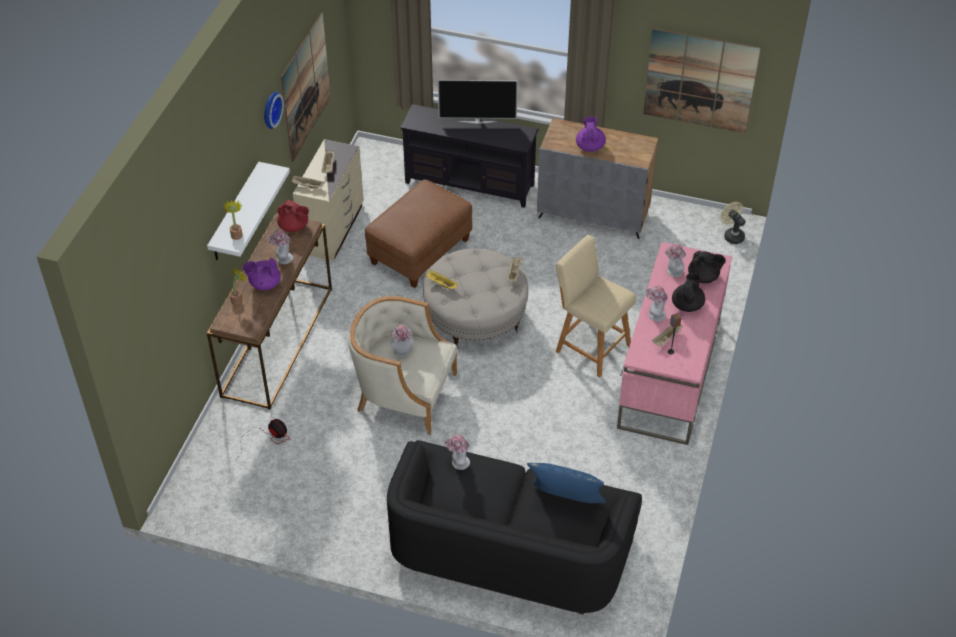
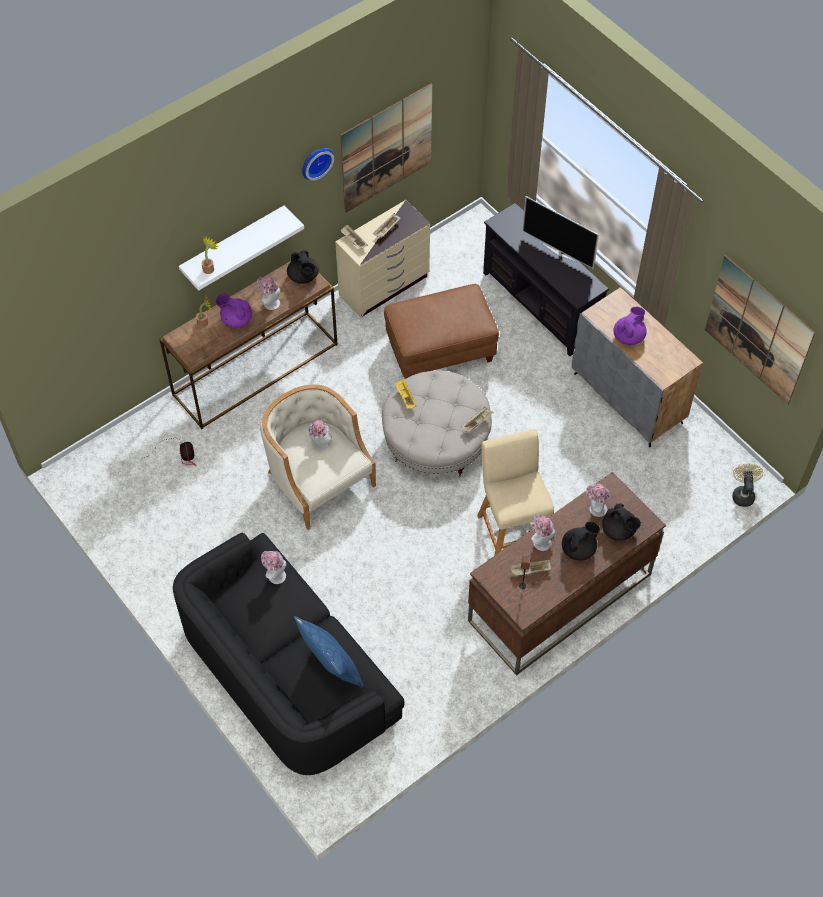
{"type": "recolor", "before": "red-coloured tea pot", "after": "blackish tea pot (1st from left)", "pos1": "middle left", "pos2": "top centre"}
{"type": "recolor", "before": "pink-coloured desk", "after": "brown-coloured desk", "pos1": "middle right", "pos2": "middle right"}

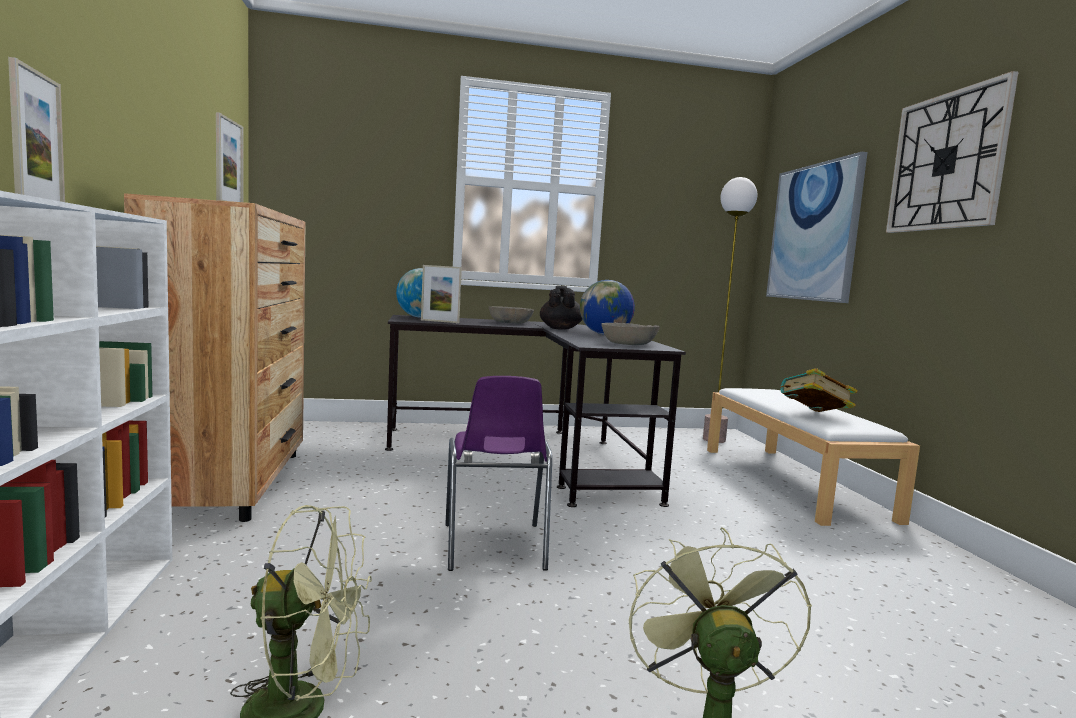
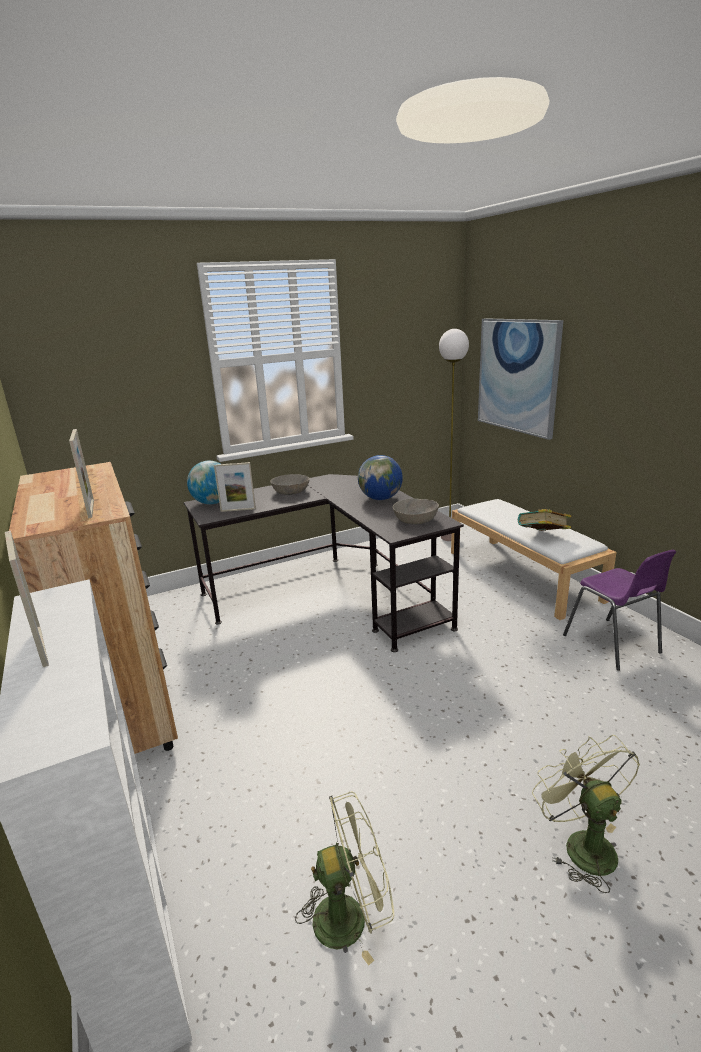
{"type": "move", "before": "purple-coloured chair", "pos1": "centre", "pos2": "middle right"}
{"type": "delete", "before": "blackish tea pot", "pos1": "centre"}
{"type": "delete", "before": "hanging clock", "pos1": "top right"}

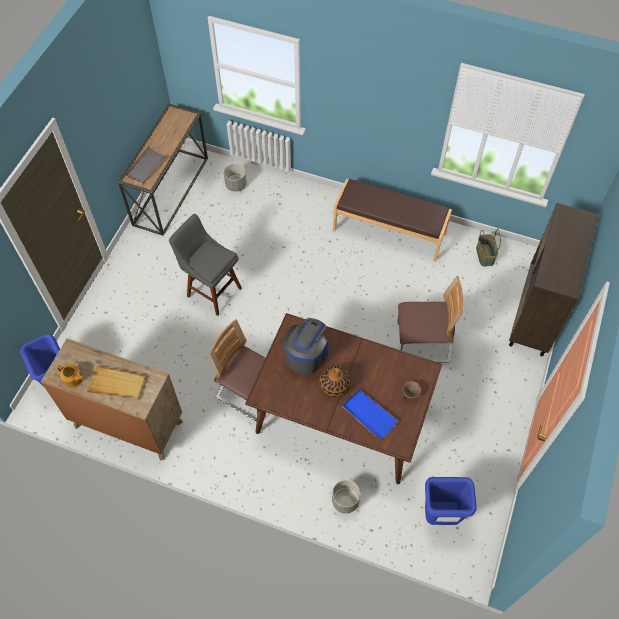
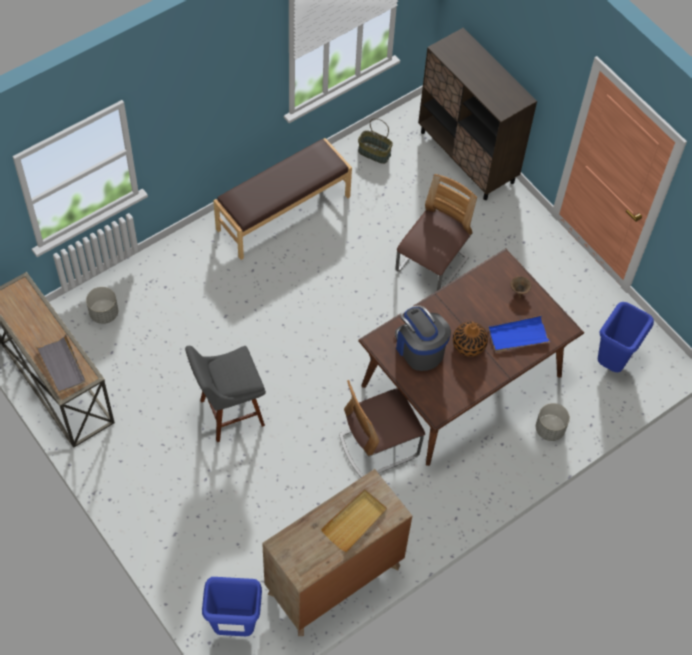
{"type": "delete", "before": "tea pot", "pos1": "middle left"}

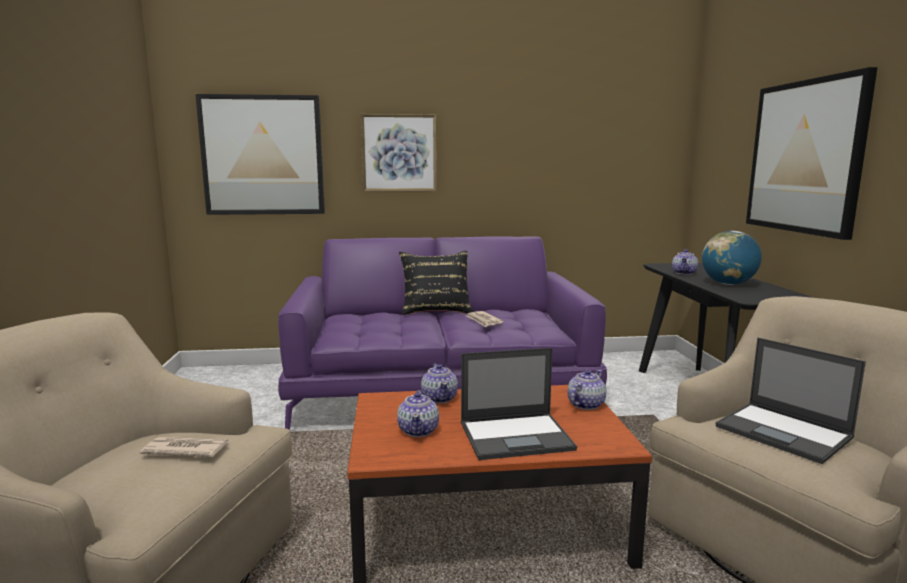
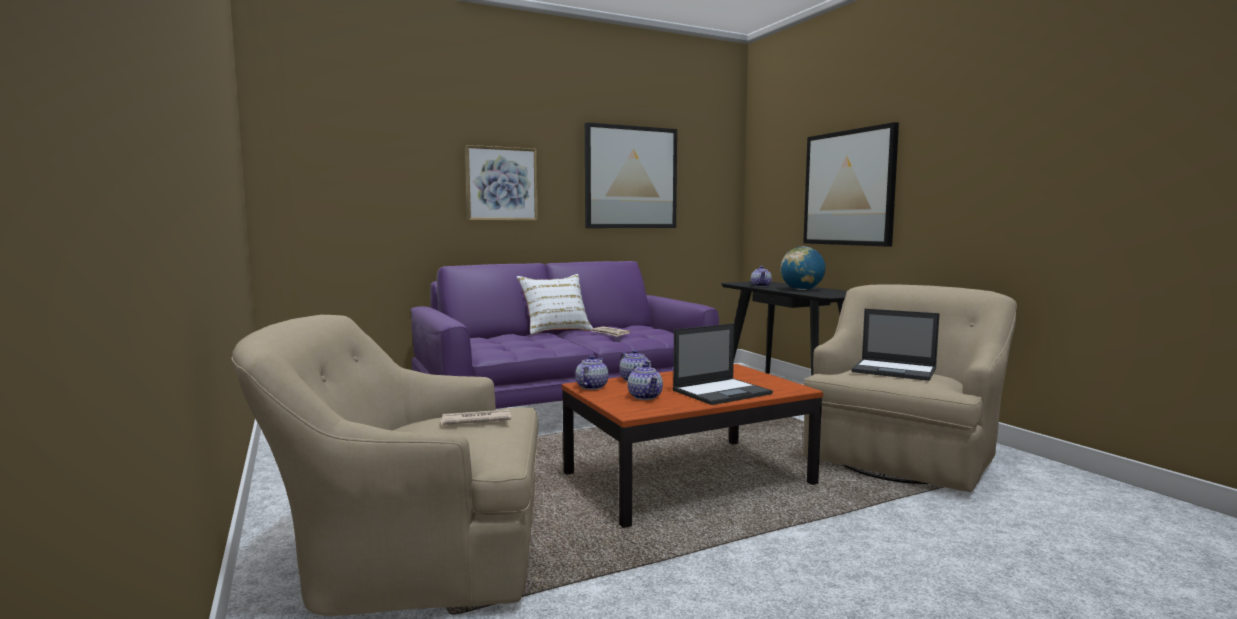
{"type": "move", "before": "wall art (1st from left in the first image)", "after": "wall art (2nd from left)", "pos1": "top left", "pos2": "top centre"}
{"type": "recolor", "before": "blackish throw pillow", "after": "white throw pillow", "pos1": "centre", "pos2": "centre"}
{"type": "move", "before": "tea pot (3rd from left in the first image)", "after": "tea pot (1st from left)", "pos1": "bottom centre", "pos2": "centre"}

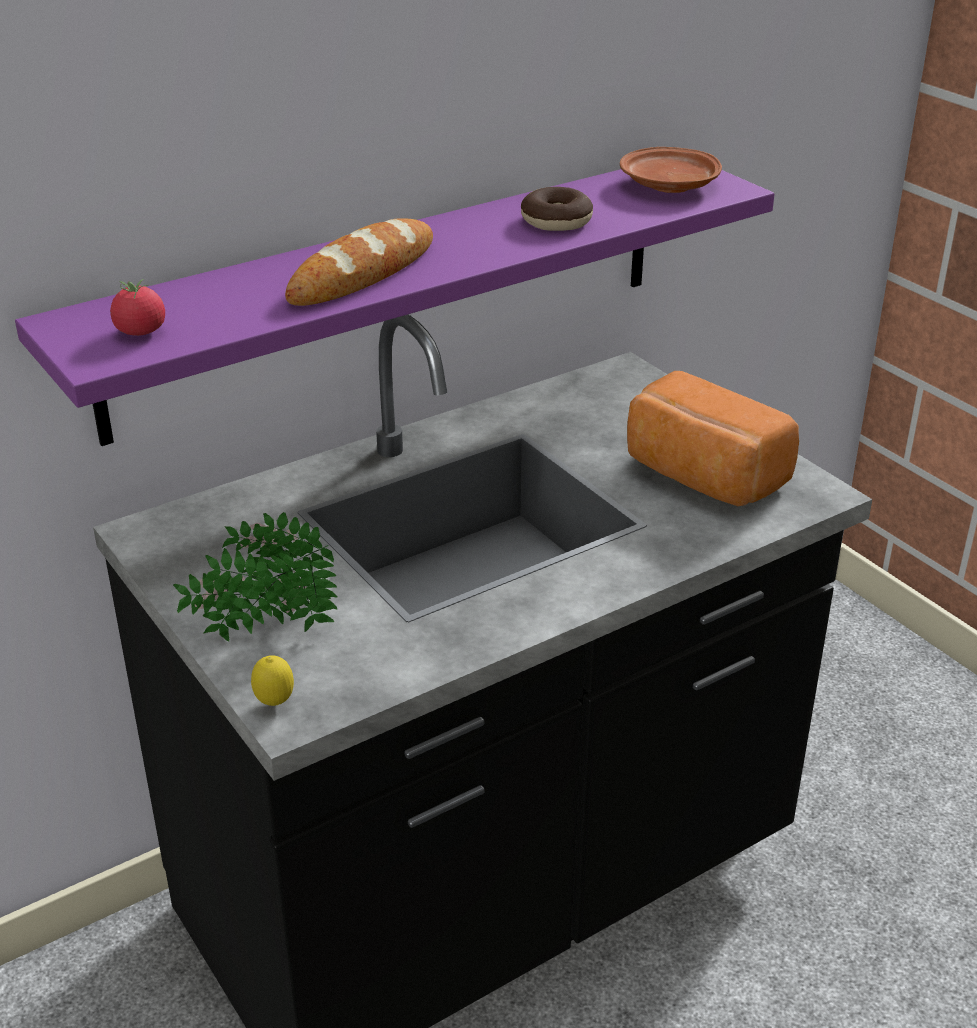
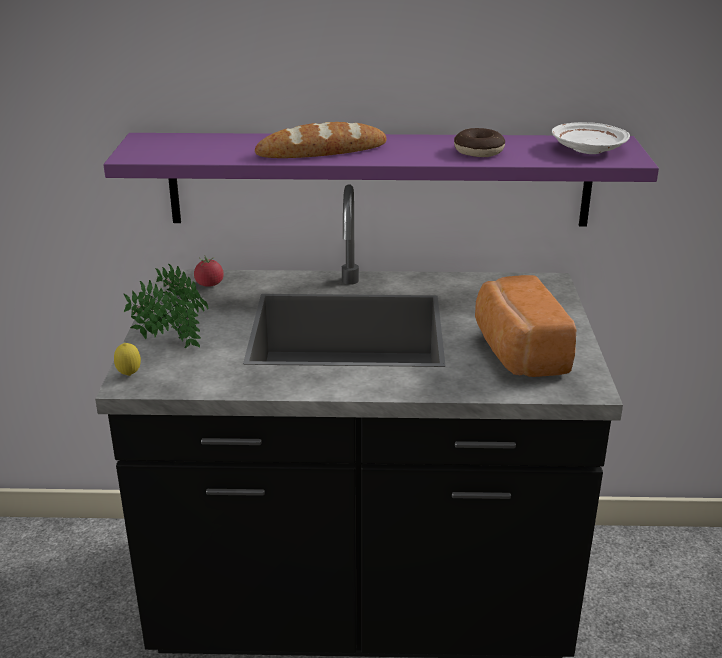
{"type": "move", "before": "fresh tomato", "pos1": "top left", "pos2": "middle left"}
{"type": "recolor", "before": "brown-coloured plate", "after": "white plate", "pos1": "top right", "pos2": "top right"}

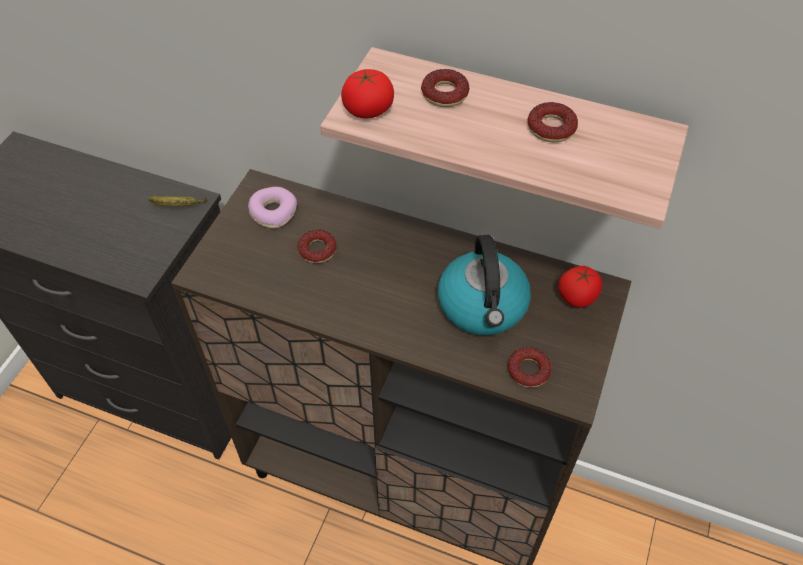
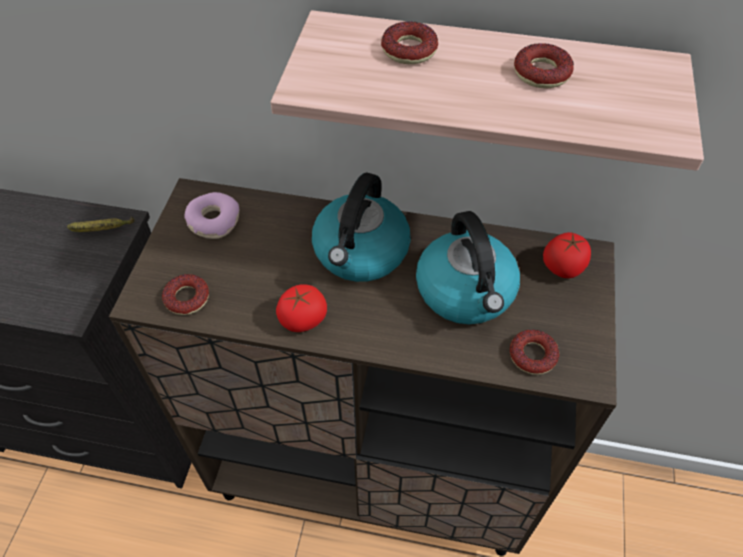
{"type": "move", "before": "ring doughnut (2nd from left in the first image)", "after": "ring doughnut (1st from left)", "pos1": "centre", "pos2": "middle left"}
{"type": "move", "before": "fresh tomato (1st from left)", "pos1": "top centre", "pos2": "centre"}
{"type": "insert", "after": "water kettle (1st from left)", "pos2": "centre"}

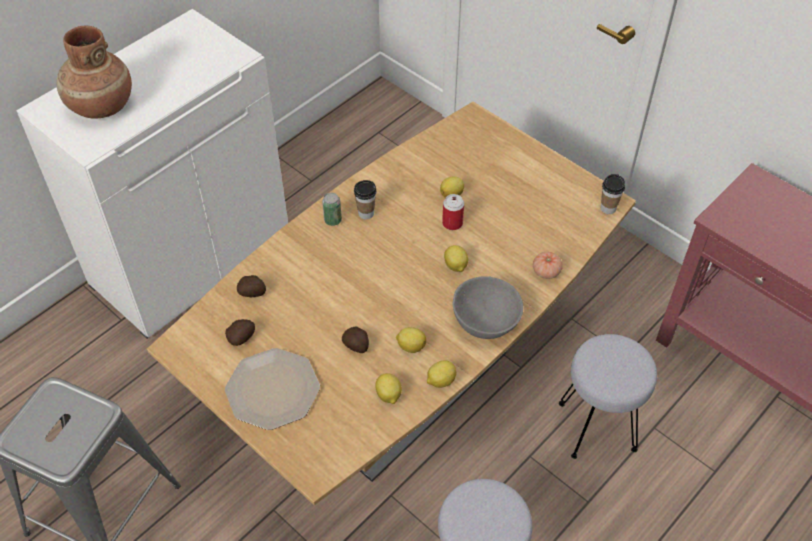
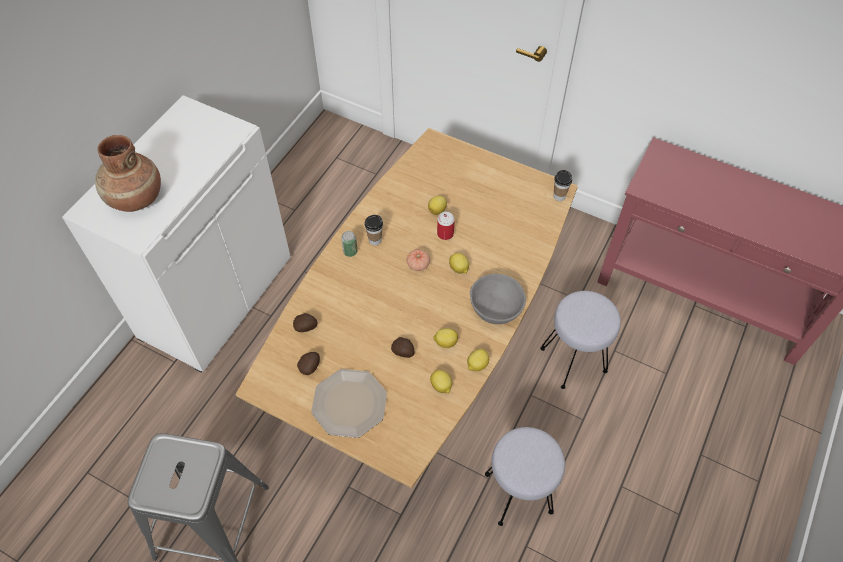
{"type": "move", "before": "fresh tomato", "pos1": "middle right", "pos2": "centre"}

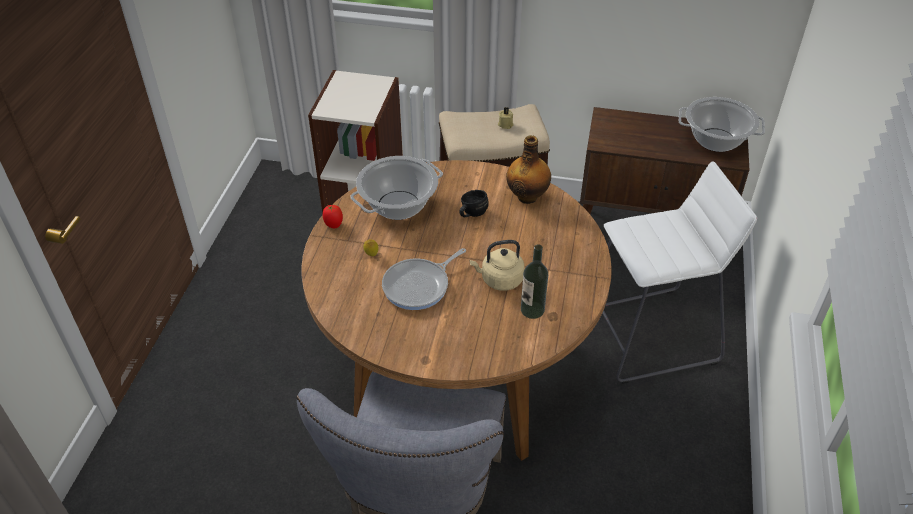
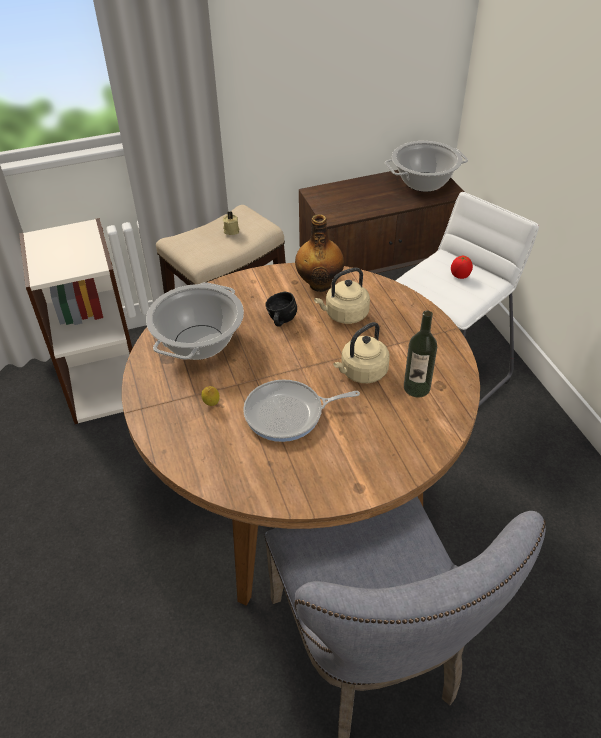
{"type": "move", "before": "fresh tomato", "pos1": "centre", "pos2": "middle right"}
{"type": "rotate", "before": "frying pan", "pos1": "centre", "pos2": "centre", "turn": 60}
{"type": "insert", "after": "beige-coloured water kettle (1st from left)", "pos2": "centre"}

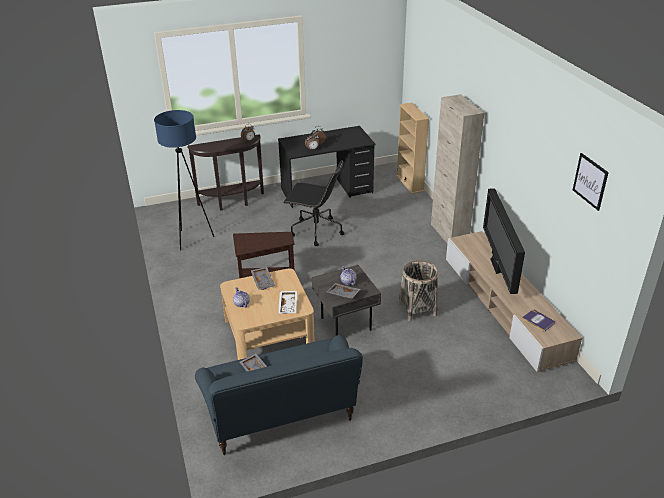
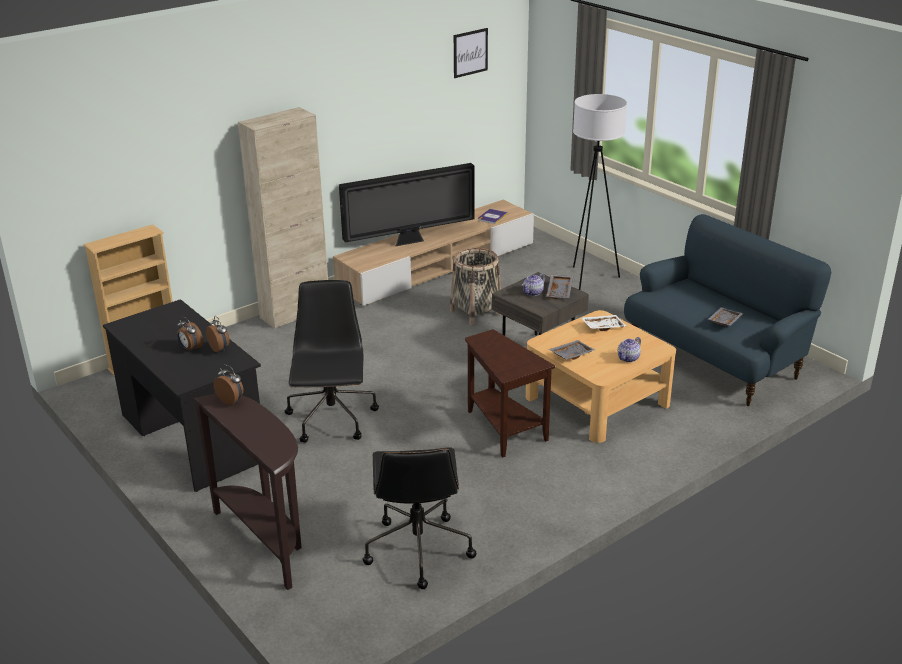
{"type": "replace", "before": "blue standing lamp", "after": "blackish computer chair (2nd from left)", "pos1": "middle left", "pos2": "bottom centre"}
{"type": "insert", "after": "white standing lamp", "pos2": "top centre"}

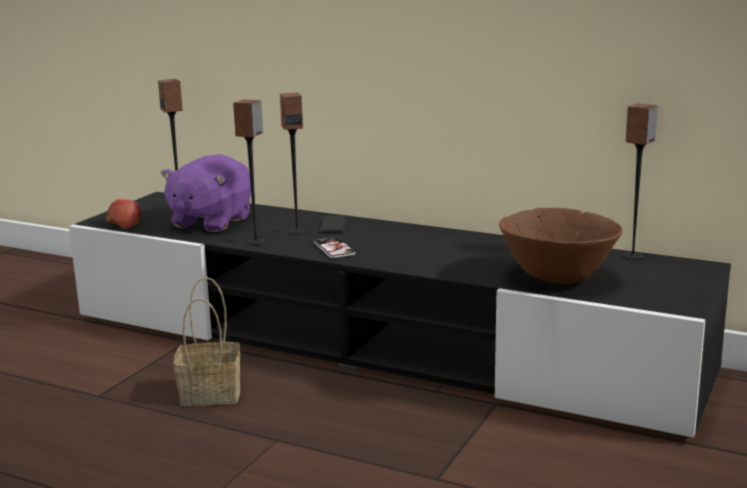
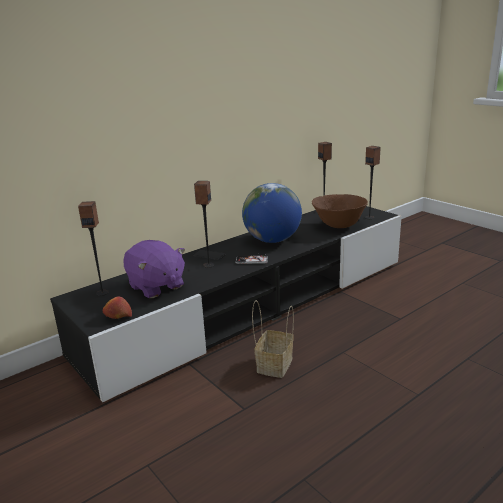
{"type": "move", "before": "audio speaker (2nd from left in the first image)", "after": "audio speaker (4th from left)", "pos1": "centre", "pos2": "middle right"}
{"type": "insert", "after": "desk globe", "pos2": "centre"}

